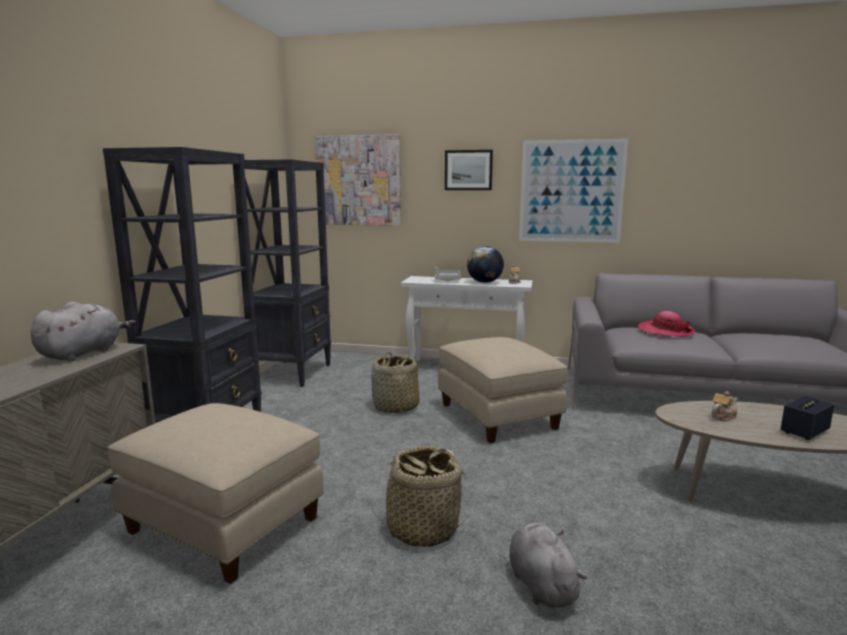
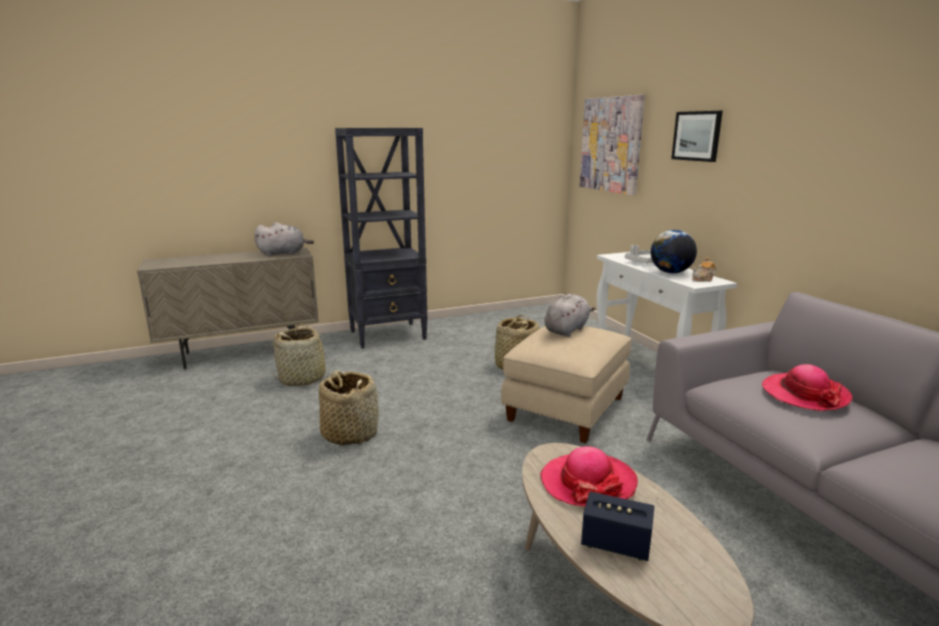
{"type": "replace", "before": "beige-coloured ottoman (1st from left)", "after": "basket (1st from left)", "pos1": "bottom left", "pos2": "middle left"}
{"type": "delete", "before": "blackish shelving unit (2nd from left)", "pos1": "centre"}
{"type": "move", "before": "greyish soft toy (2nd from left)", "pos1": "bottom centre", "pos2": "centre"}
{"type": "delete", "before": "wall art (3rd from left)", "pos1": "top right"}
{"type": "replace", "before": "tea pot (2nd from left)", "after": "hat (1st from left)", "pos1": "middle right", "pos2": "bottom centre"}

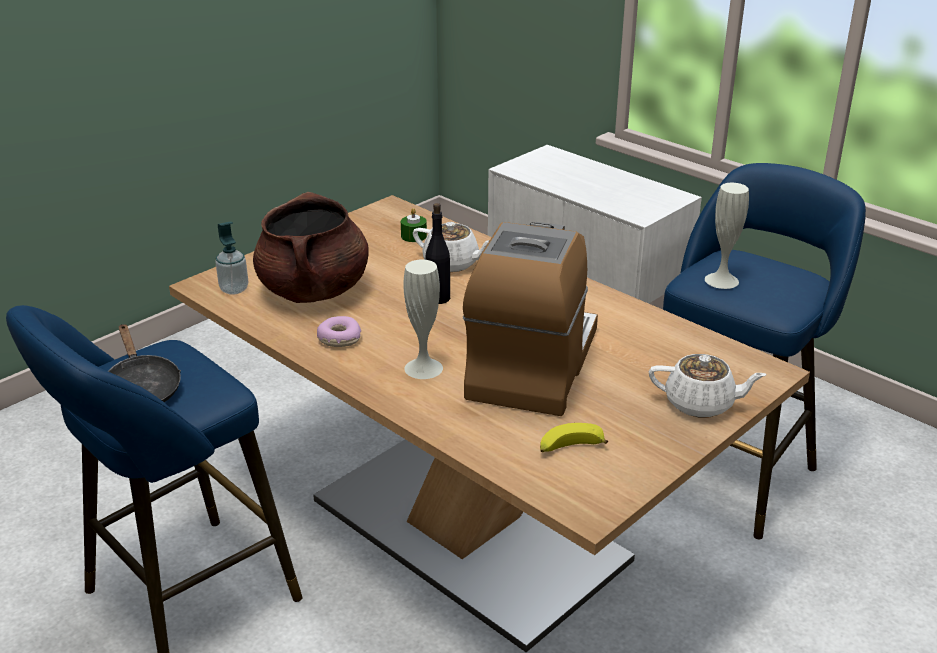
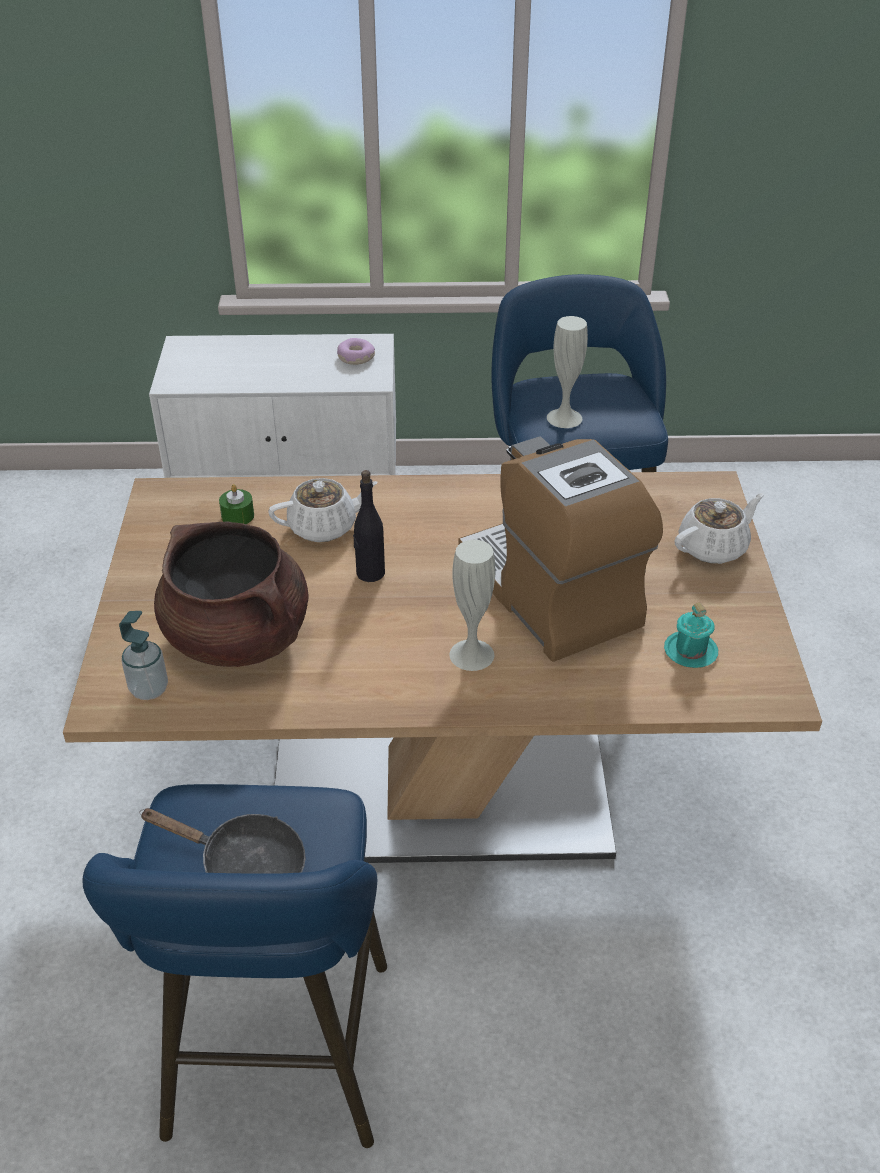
{"type": "move", "before": "ring doughnut", "pos1": "centre", "pos2": "top centre"}
{"type": "replace", "before": "banana fruit", "after": "turquoise mug", "pos1": "bottom centre", "pos2": "middle right"}

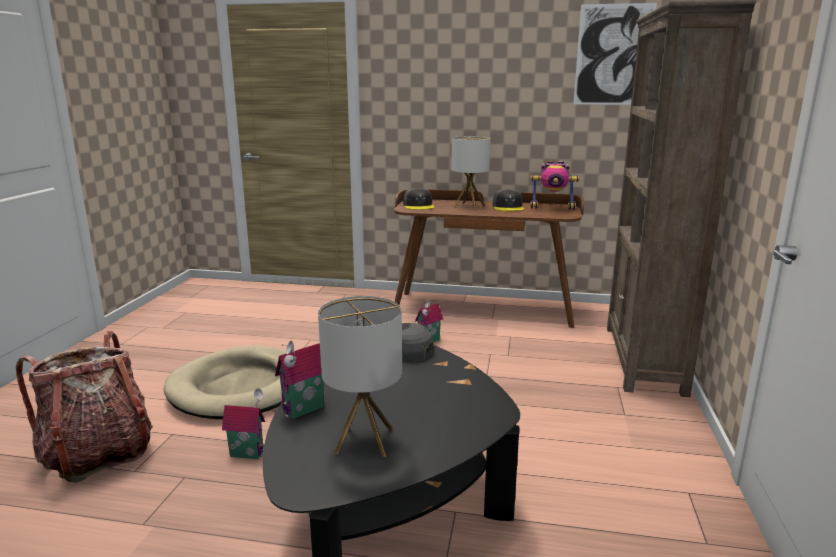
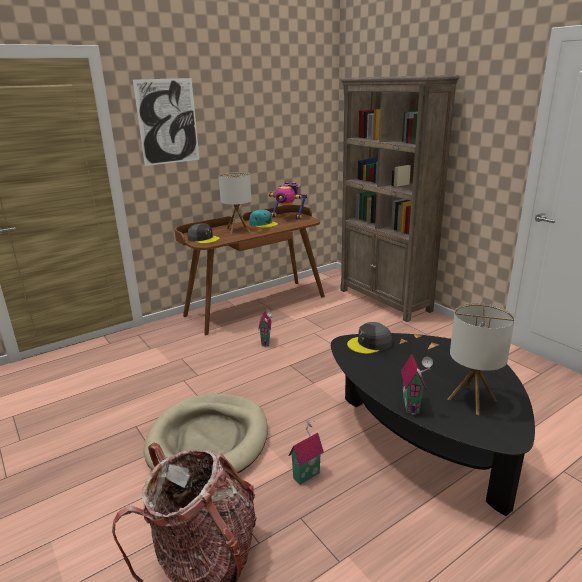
{"type": "recolor", "before": "greyish peaked cap (3rd from left)", "after": "turquoise peaked cap", "pos1": "centre", "pos2": "centre"}
{"type": "rotate", "before": "toy robot", "pos1": "top centre", "pos2": "centre", "turn": 60}
{"type": "move", "before": "wall art", "pos1": "top right", "pos2": "top left"}

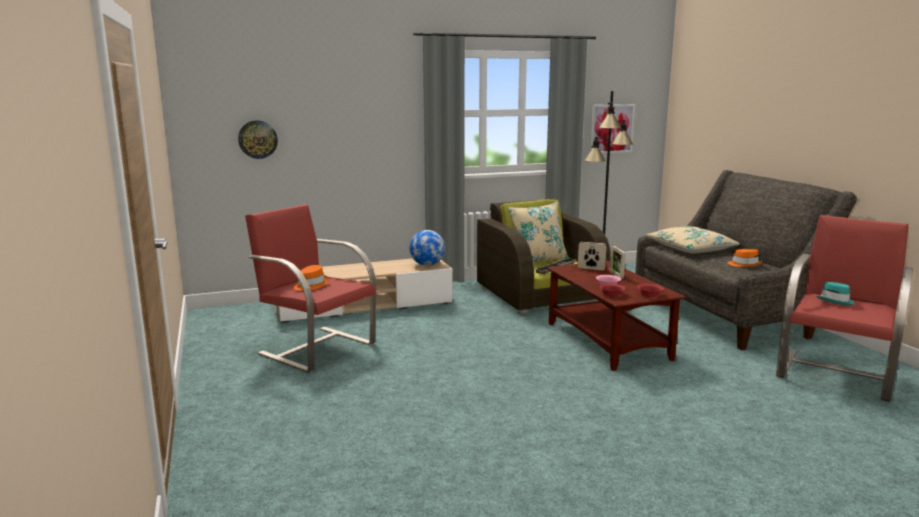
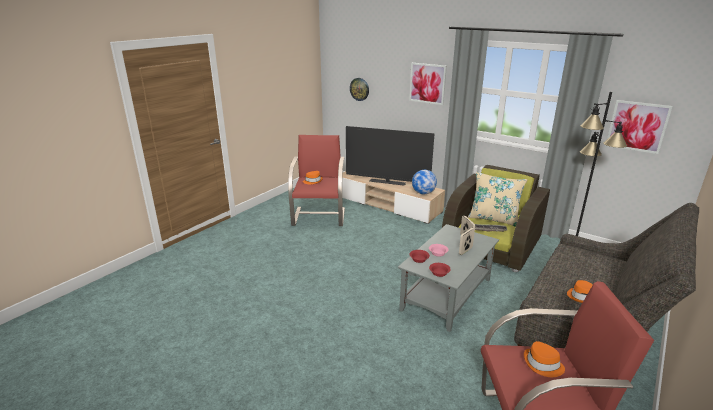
{"type": "recolor", "before": "brown-coloured lounge table", "after": "greyish lounge table", "pos1": "middle right", "pos2": "bottom centre"}
{"type": "delete", "before": "beige-coloured throw pillow (2nd from left)", "pos1": "middle right"}
{"type": "recolor", "before": "turquoise hat", "after": "orange-coloured hat (2nd from left)", "pos1": "middle right", "pos2": "bottom right"}
{"type": "insert", "after": "TV set", "pos2": "centre"}
{"type": "insert", "after": "wall art (1st from left)", "pos2": "top centre"}

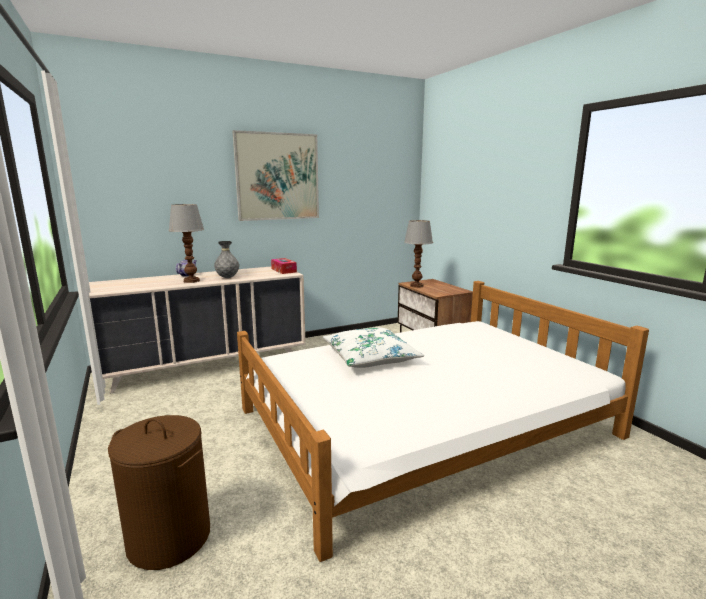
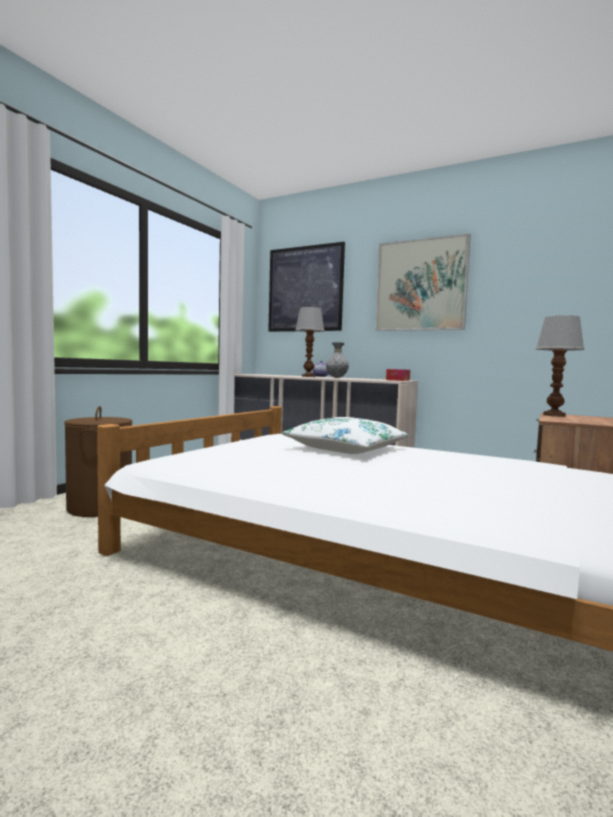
{"type": "insert", "after": "wall art (1st from left)", "pos2": "centre"}

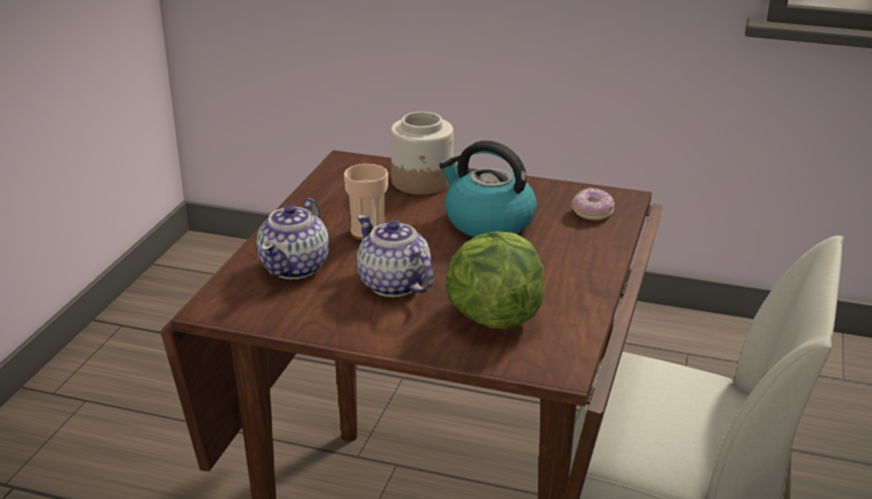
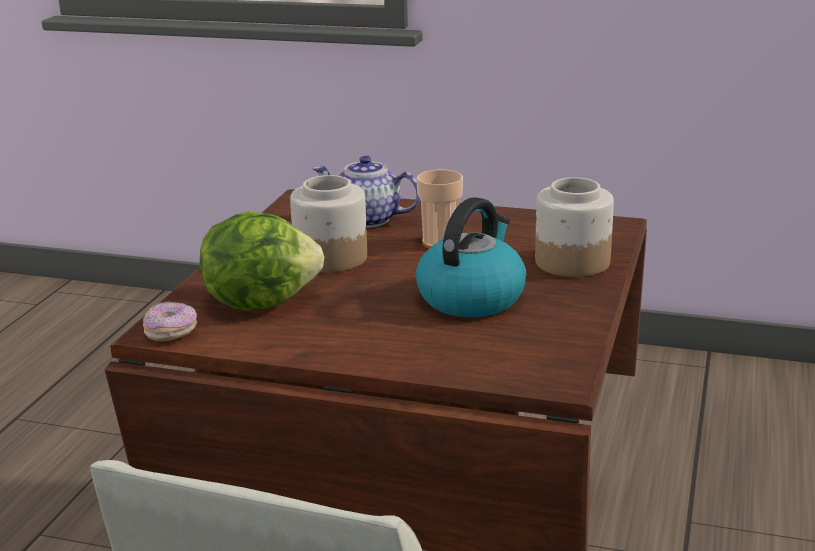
{"type": "replace", "before": "tea pot (2nd from left)", "after": "jar (1st from left)", "pos1": "centre", "pos2": "centre"}
{"type": "move", "before": "ring doughnut", "pos1": "middle right", "pos2": "middle left"}

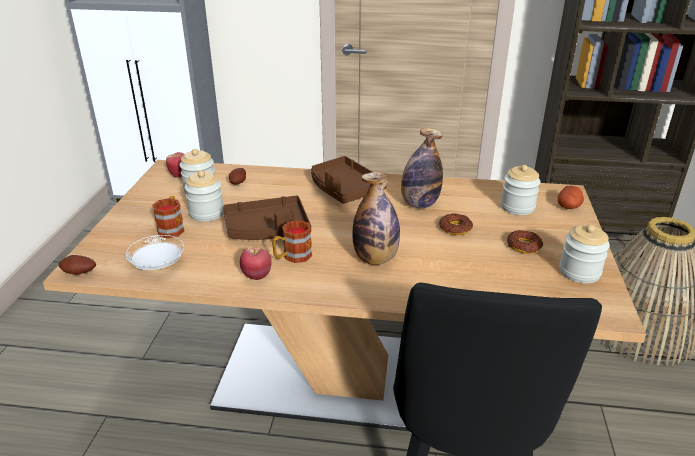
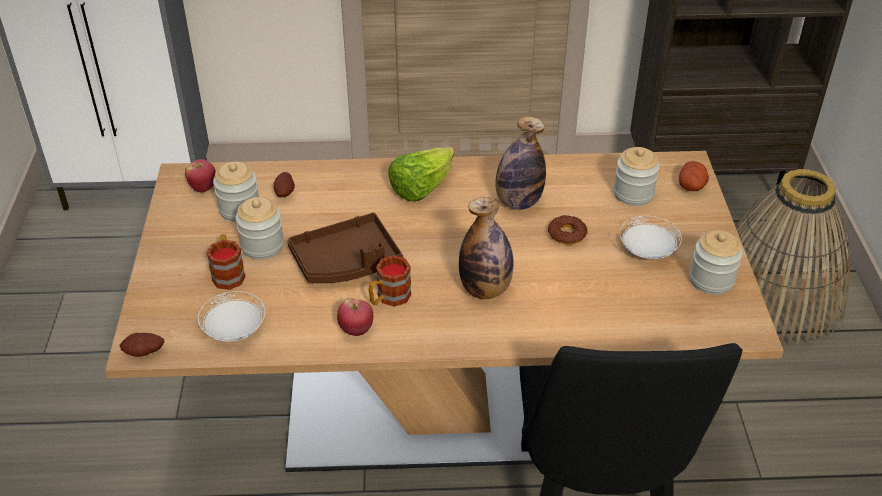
{"type": "replace", "before": "brown-coloured tray (2nd from left)", "after": "lettuce", "pos1": "centre", "pos2": "centre"}
{"type": "replace", "before": "ring doughnut (2nd from left)", "after": "white plate (2nd from left)", "pos1": "middle right", "pos2": "middle right"}

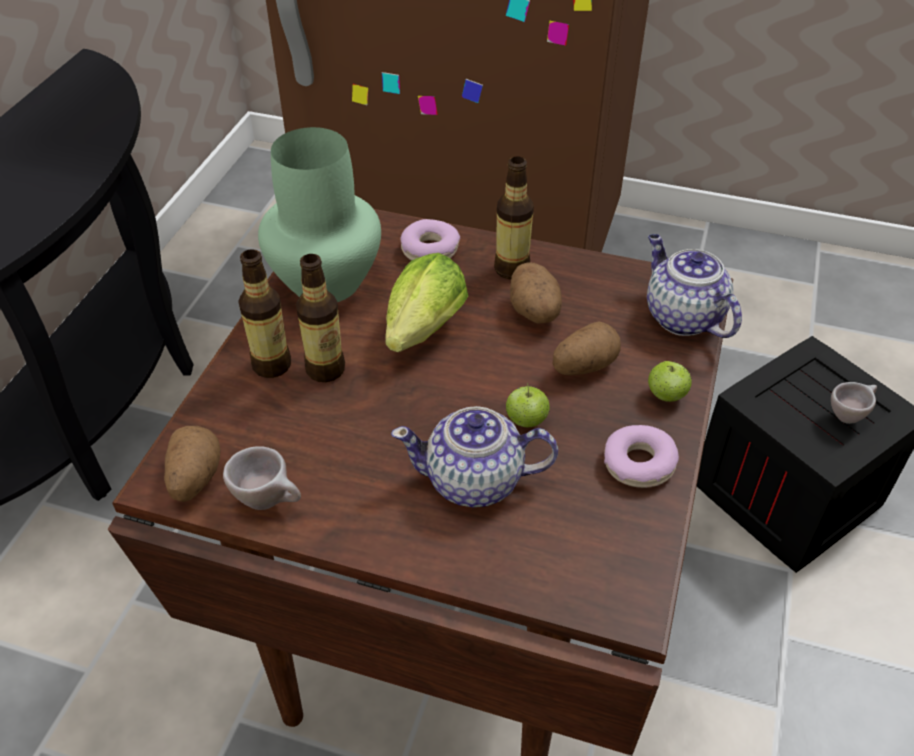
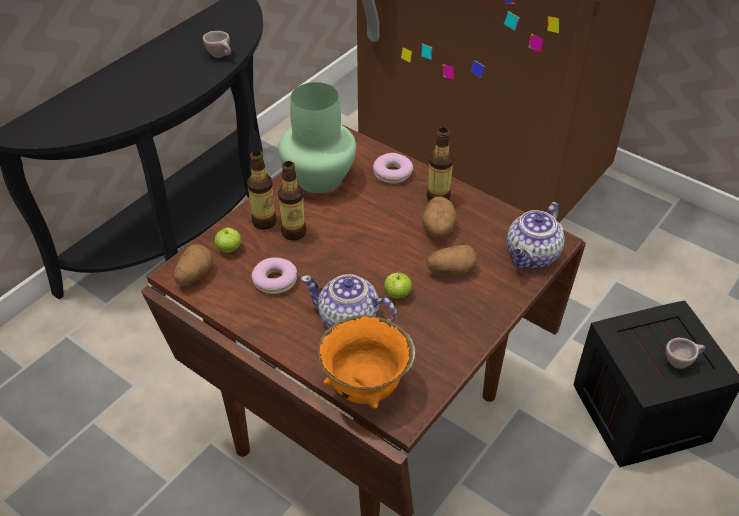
{"type": "move", "before": "beige-coloured small cup (1st from left)", "pos1": "middle left", "pos2": "top left"}
{"type": "delete", "before": "lettuce", "pos1": "centre"}
{"type": "move", "before": "ring doughnut (2nd from left in the first image)", "after": "ring doughnut (1st from left)", "pos1": "middle right", "pos2": "centre"}
{"type": "rotate", "before": "tea pot (2nd from left)", "pos1": "middle right", "pos2": "middle right", "turn": -135}
{"type": "move", "before": "apple (2nd from left in the first image)", "after": "apple (1st from left)", "pos1": "middle right", "pos2": "middle left"}
{"type": "insert", "after": "orange-coloured deep dish", "pos2": "bottom centre"}

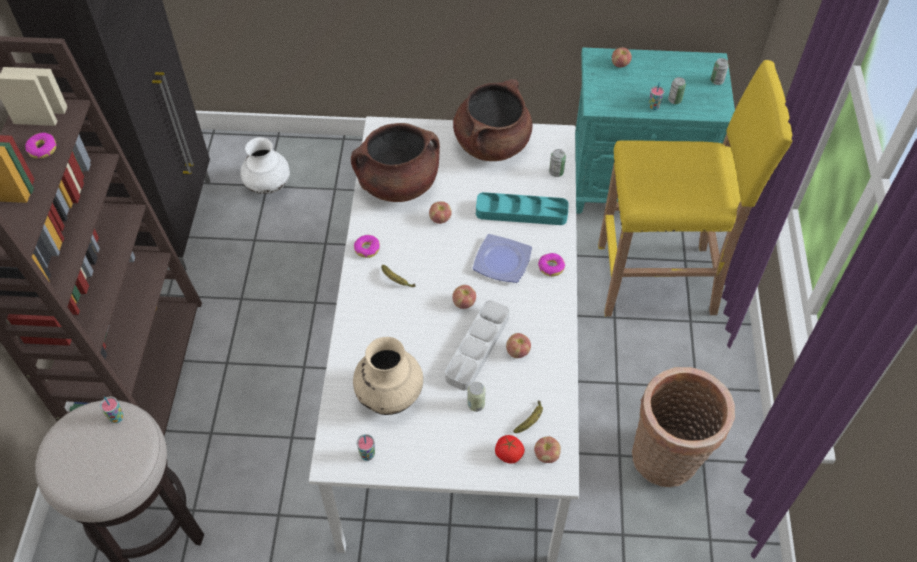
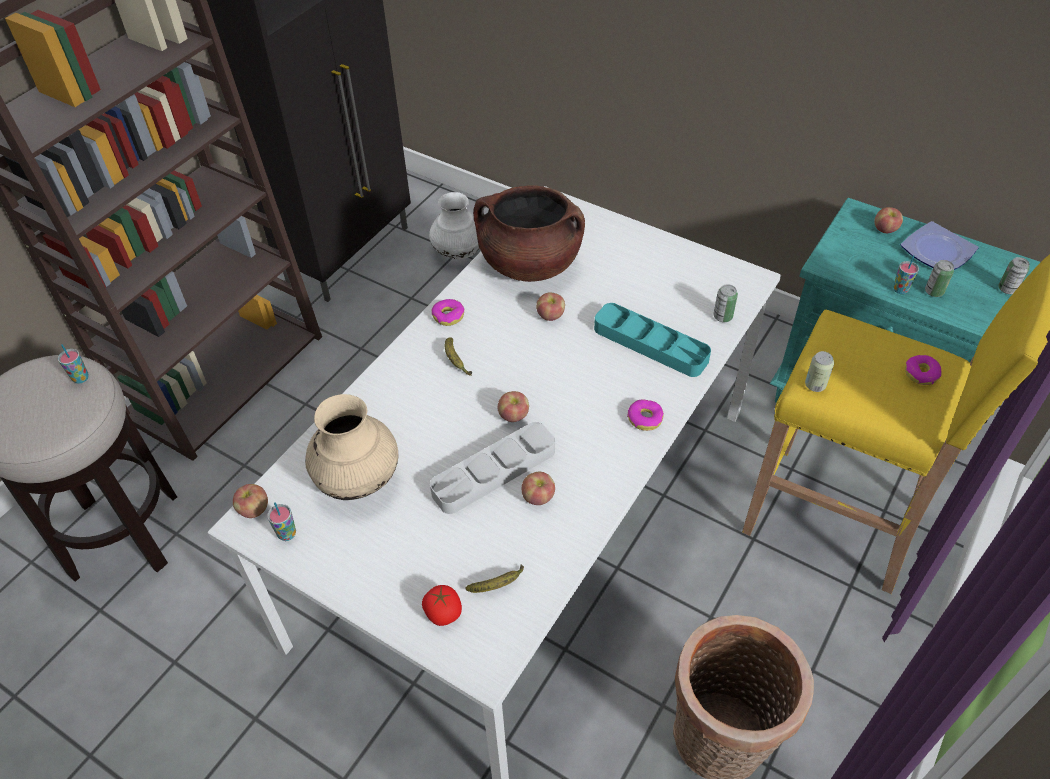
{"type": "move", "before": "ring doughnut (1st from left in the first image)", "after": "ring doughnut (3rd from left)", "pos1": "top left", "pos2": "middle right"}
{"type": "delete", "before": "brown-coloured cooking pot (2nd from left)", "pos1": "top centre"}
{"type": "move", "before": "sealed can (1st from left in the first image)", "after": "sealed can (2nd from left)", "pos1": "bottom centre", "pos2": "middle right"}
{"type": "move", "before": "plate", "pos1": "centre", "pos2": "top right"}
{"type": "move", "before": "apple (4th from left in the first image)", "after": "apple (1st from left)", "pos1": "bottom centre", "pos2": "middle left"}

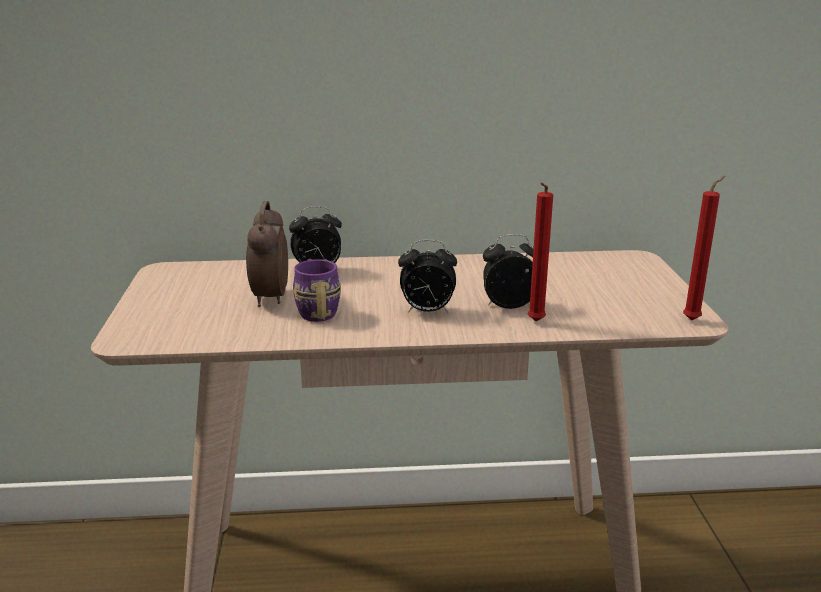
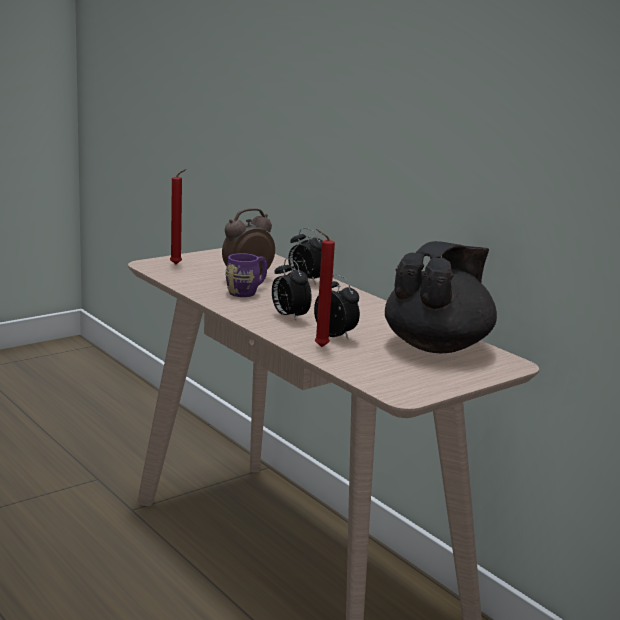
{"type": "move", "before": "red-coloured wax candle (2nd from left in the first image)", "after": "red-coloured wax candle (1st from left)", "pos1": "middle right", "pos2": "middle left"}
{"type": "insert", "after": "blackish tea pot", "pos2": "middle right"}

